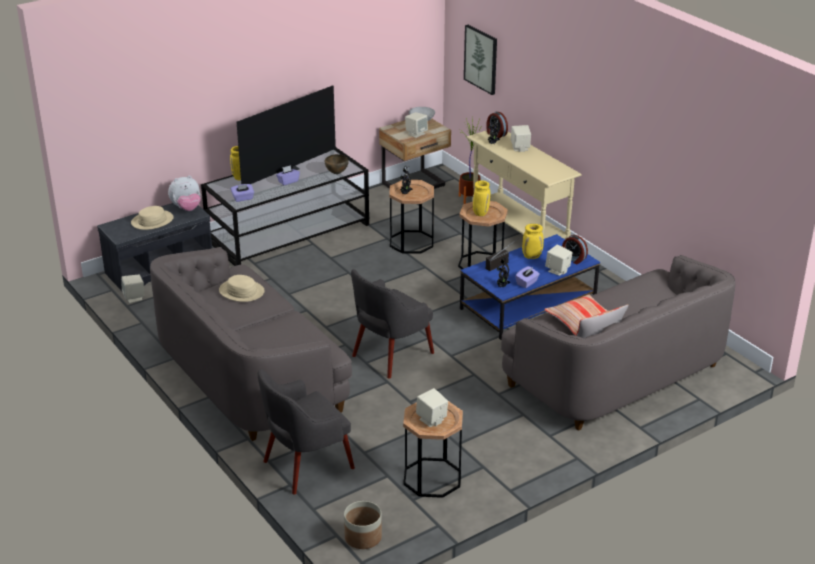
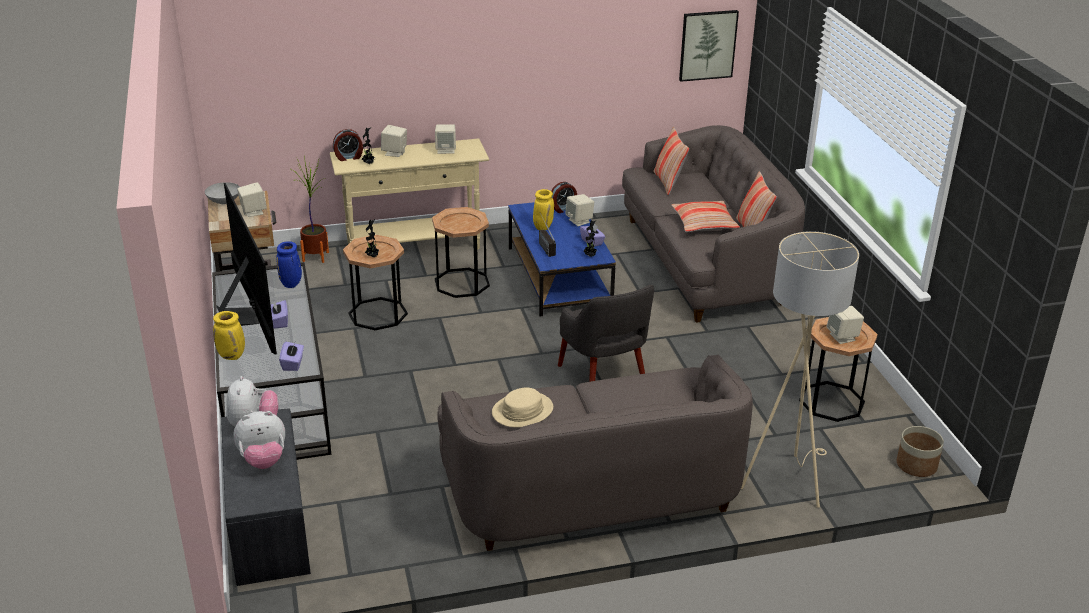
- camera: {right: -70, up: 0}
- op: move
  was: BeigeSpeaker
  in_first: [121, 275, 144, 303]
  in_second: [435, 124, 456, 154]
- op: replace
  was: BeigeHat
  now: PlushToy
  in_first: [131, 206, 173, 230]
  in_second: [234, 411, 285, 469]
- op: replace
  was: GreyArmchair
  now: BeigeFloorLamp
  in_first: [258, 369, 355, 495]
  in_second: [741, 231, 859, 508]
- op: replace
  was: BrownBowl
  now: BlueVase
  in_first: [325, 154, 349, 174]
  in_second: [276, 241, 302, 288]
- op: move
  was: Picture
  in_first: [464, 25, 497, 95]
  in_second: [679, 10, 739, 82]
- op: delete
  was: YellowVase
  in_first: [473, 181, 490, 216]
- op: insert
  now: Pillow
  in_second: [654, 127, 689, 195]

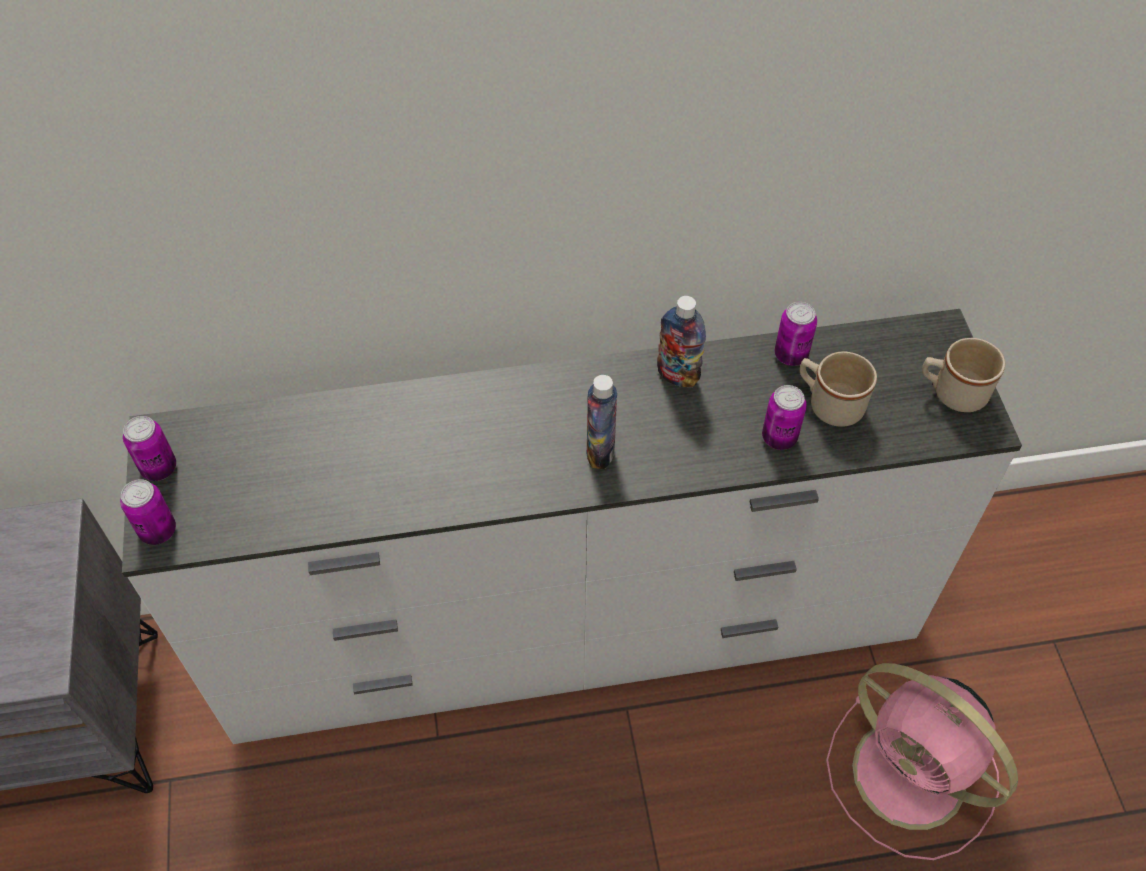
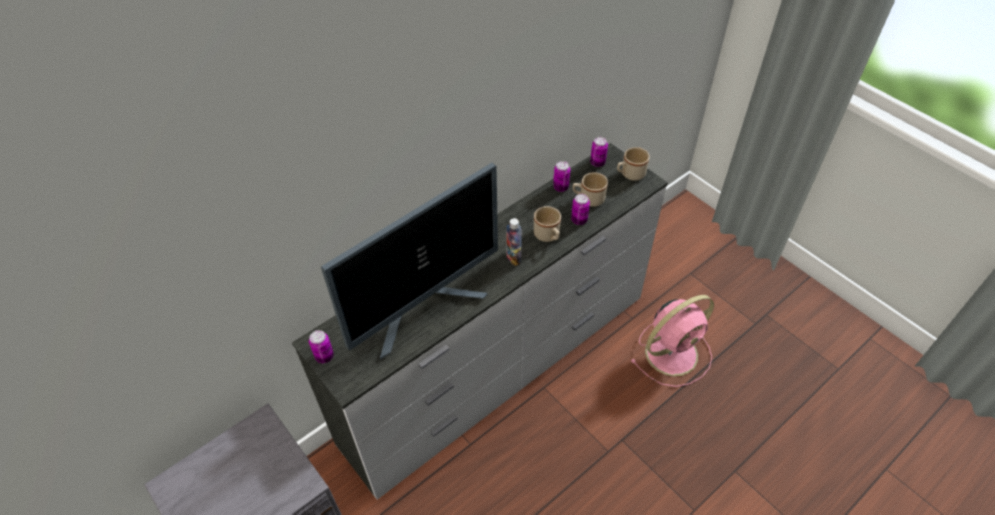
- camera: {right: -30, up: -5}
- op: move
  was: Can
  in_first: [120, 479, 176, 545]
  in_second: [590, 137, 608, 167]
- op: delete
  was: Bottle
  in_first: [657, 296, 706, 387]
- op: rotate
  was: PinkFan
  in_first: [826, 663, 1018, 860]
  in_second: [630, 295, 714, 387]
  clockwise: -45
- op: insert
  now: Monitor
  in_second: [321, 163, 498, 360]
- op: insert
  now: BeigeMug
  in_second: [534, 206, 561, 242]

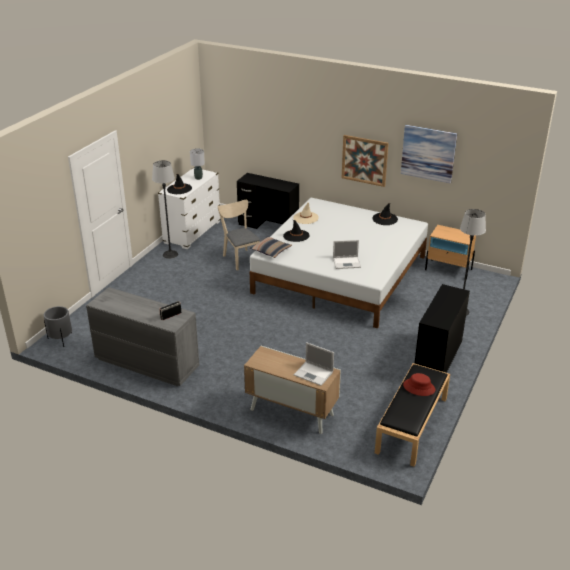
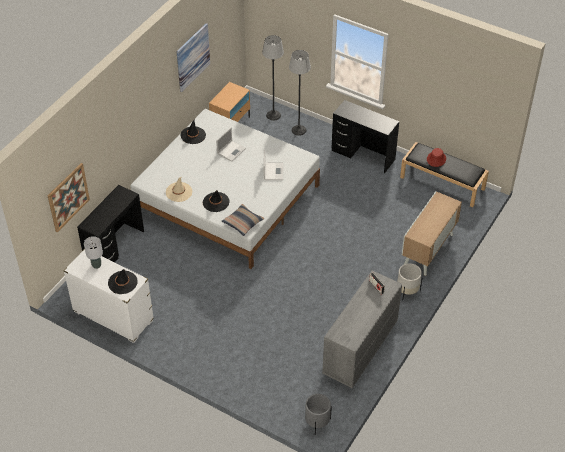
- camera: {right: -85, up: 15}
- op: move
  was: FloorLamp
  in_first: [152, 160, 178, 259]
  in_second: [262, 35, 284, 121]
- op: delete
  was: BeigeChair
  in_first: [218, 200, 260, 270]
- op: move
  was: Laptop
  in_first: [294, 342, 334, 386]
  in_second: [216, 127, 246, 162]
- op: move
  was: Picture
  in_first: [342, 135, 389, 187]
  in_second: [48, 163, 90, 232]
- op: insert
  now: WhitePlanter
  in_second: [397, 263, 423, 301]

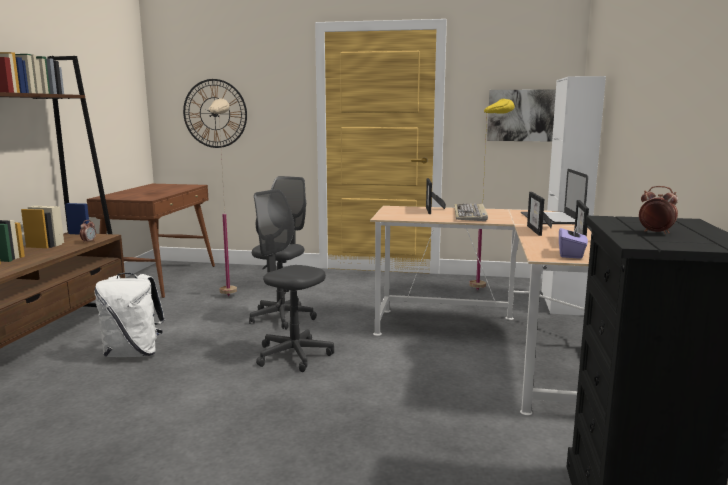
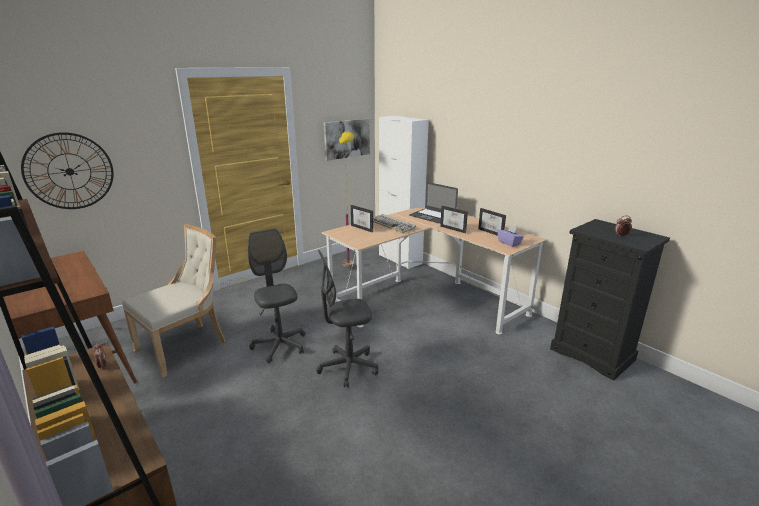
- camera: {right: -50, up: 10}
- op: delete
  was: WhiteBackpack
  in_first: [95, 273, 165, 357]
- op: replace
  was: BeigeFloorLamp
  now: BeigeChair
  in_first: [209, 98, 237, 296]
  in_second: [122, 224, 225, 378]

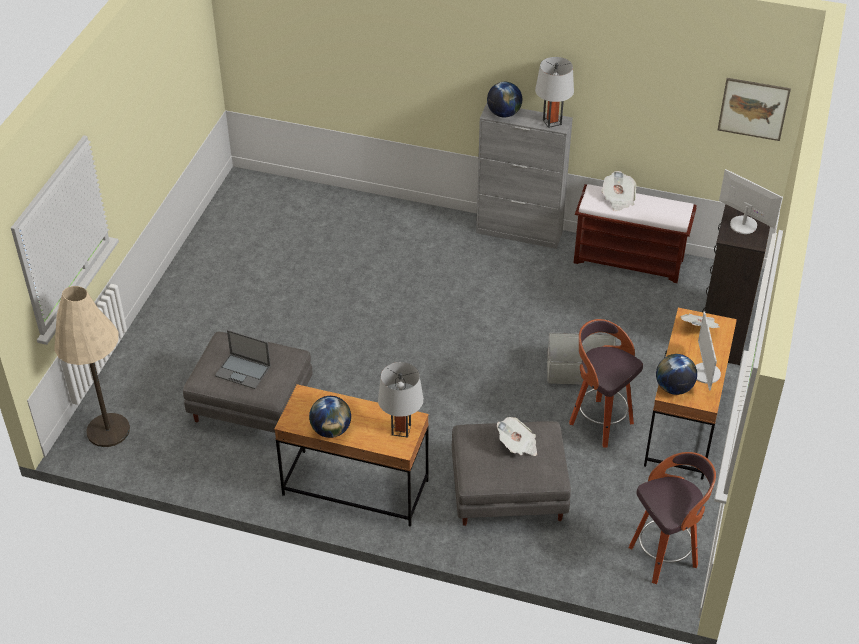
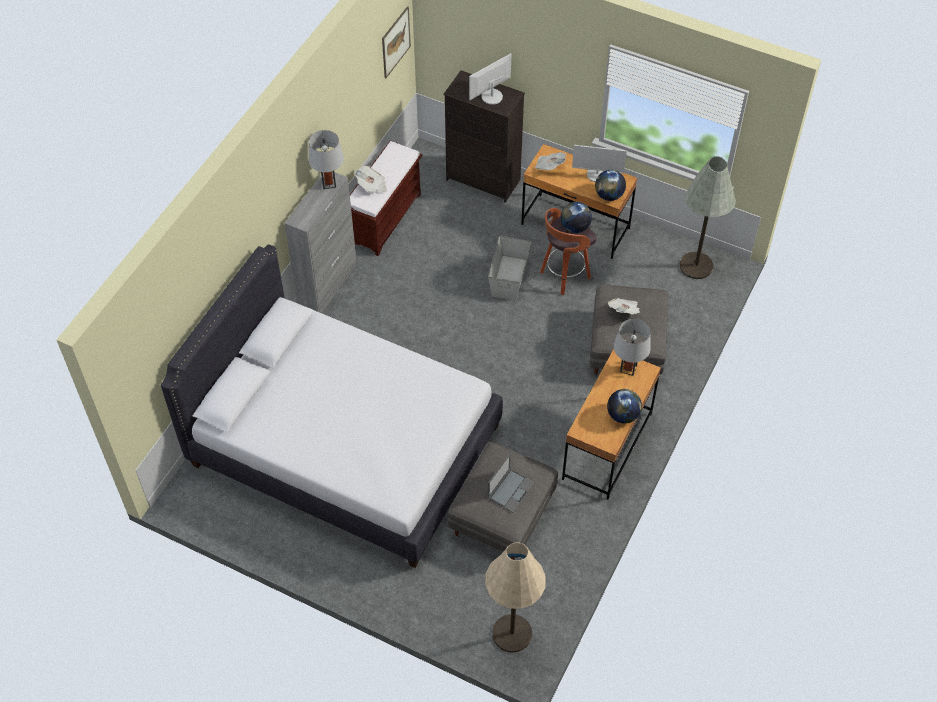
- camera: {right: -80, up: 10}
- op: move
  was: Globe
  in_first: [487, 82, 522, 118]
  in_second: [561, 202, 592, 233]
- op: replace
  was: Stool
  now: GreyFloorLamp
  in_first: [629, 452, 716, 584]
  in_second: [680, 156, 736, 279]
- op: insert
  now: WhiteBed
  in_second: [161, 244, 503, 568]

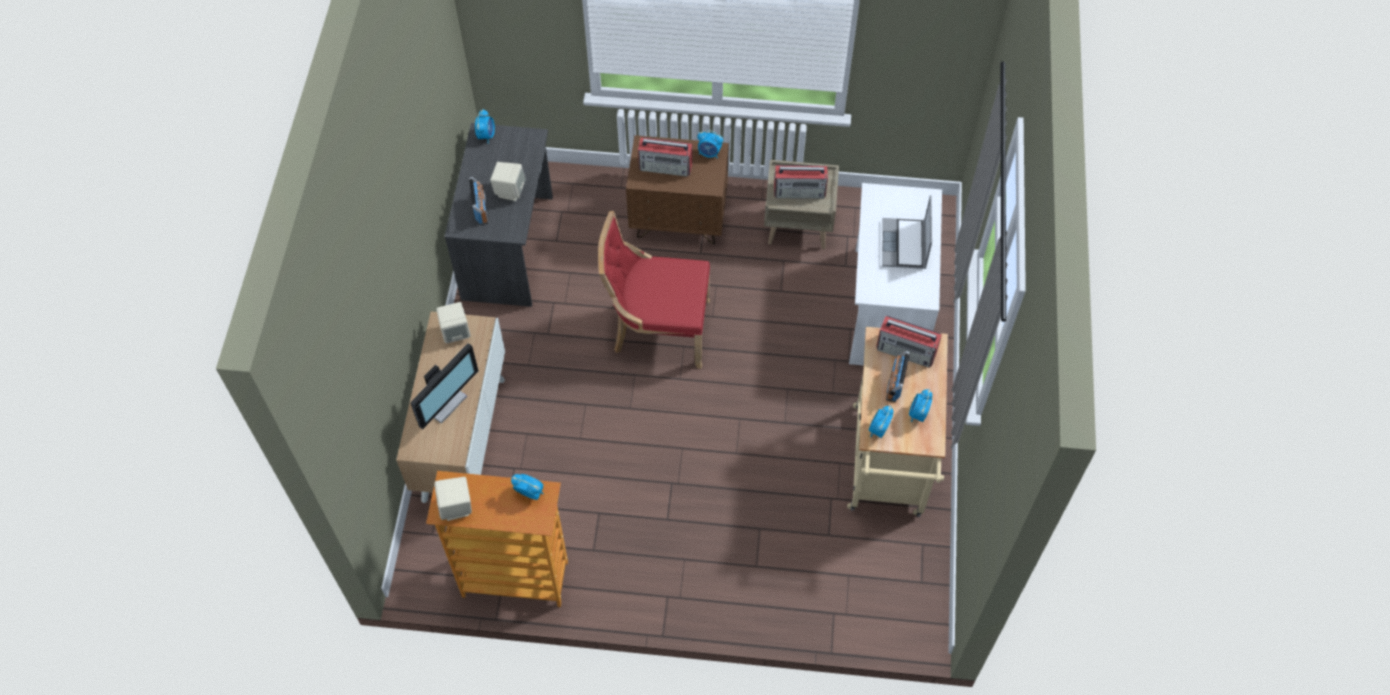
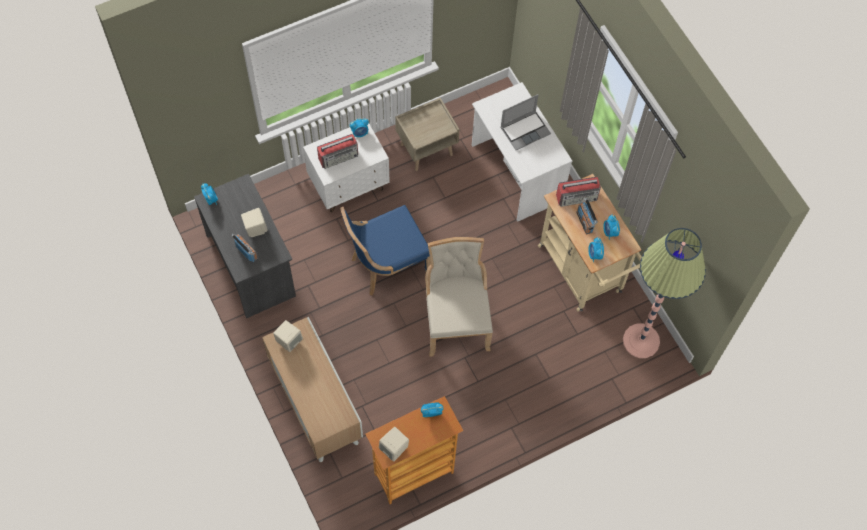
- camera: {right: -35, up: 5}
- op: delete
  was: Monitor
  in_first: [410, 343, 478, 429]
- op: recolor
  was: RedChair
  now: BlueChair
  in_first: [598, 211, 710, 369]
  in_second: [340, 205, 431, 295]
- op: recolor
  was: BrownNightstand
  now: WhiteNightstand
  in_first: [626, 135, 729, 244]
  in_second: [303, 124, 390, 212]
- op: delete
  was: Radio
  in_first: [774, 165, 828, 199]
- op: rotate
  was: Laptop
  in_first: [882, 195, 932, 269]
  in_second: [500, 94, 551, 150]
  clockwise: -90
- op: insert
  now: BeigeChair
  in_second: [425, 237, 493, 357]
- op: insert
  now: FloorLamp
  in_second: [623, 228, 706, 358]

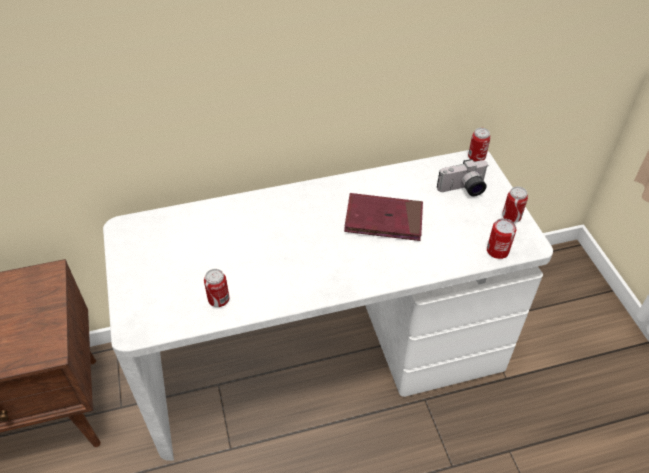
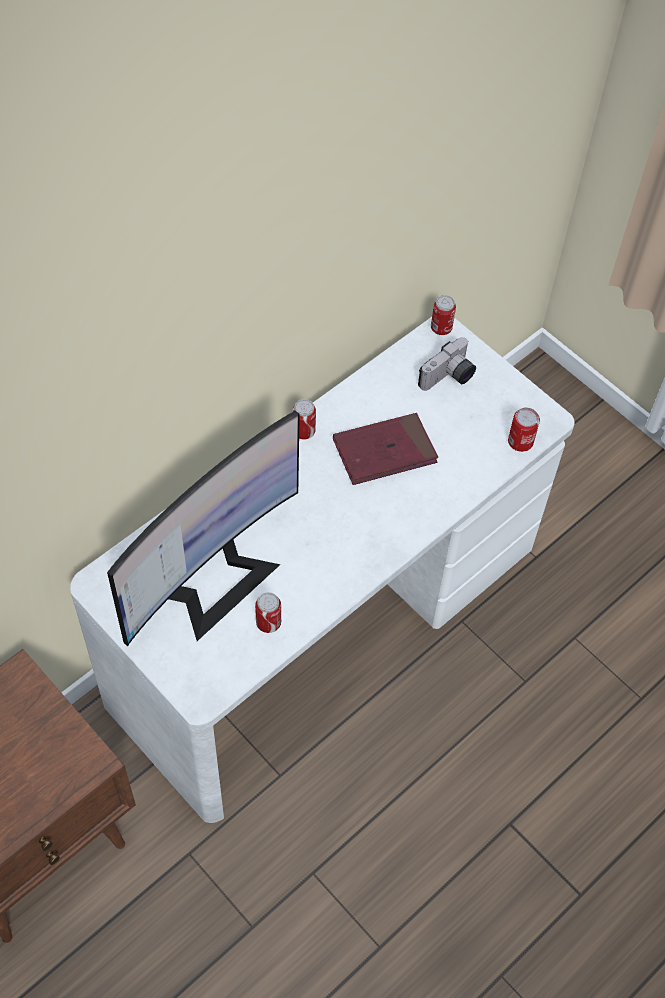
- camera: {right: -30, up: 10}
- op: move
  was: Can
  in_first: [502, 186, 528, 223]
  in_second: [292, 399, 316, 439]
- op: insert
  now: Monitor
  in_second: [107, 411, 300, 647]

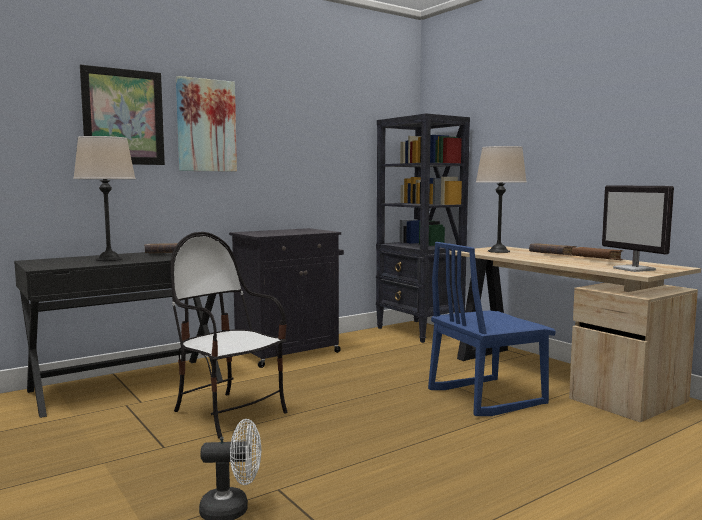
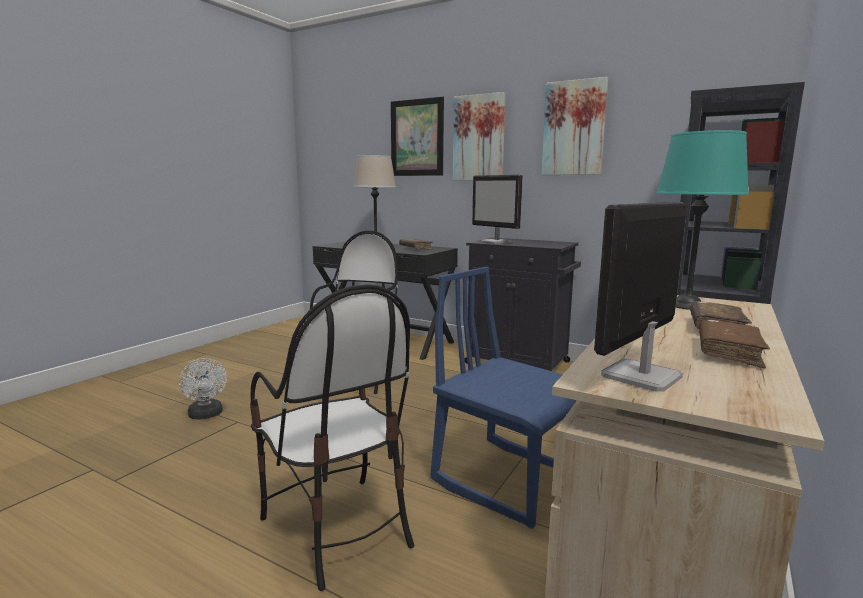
- camera: {right: 65, up: 5}
- op: recolor
  was: BeigeTableLamp
  now: TurquoiseTableLamp
  in_first: [476, 146, 527, 253]
  in_second: [656, 130, 749, 310]
- op: insert
  now: Chair
  in_second: [250, 284, 414, 591]
- op: insert
  now: Monitor
  in_second: [472, 175, 523, 244]
- op: insert
  now: Picture
  in_second: [541, 77, 608, 175]

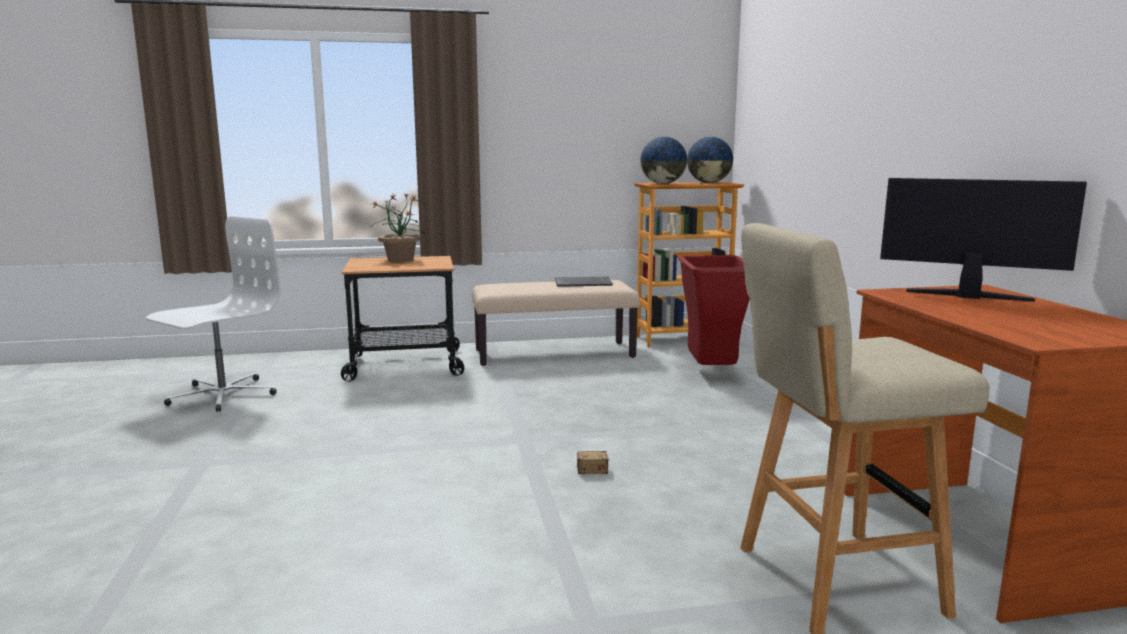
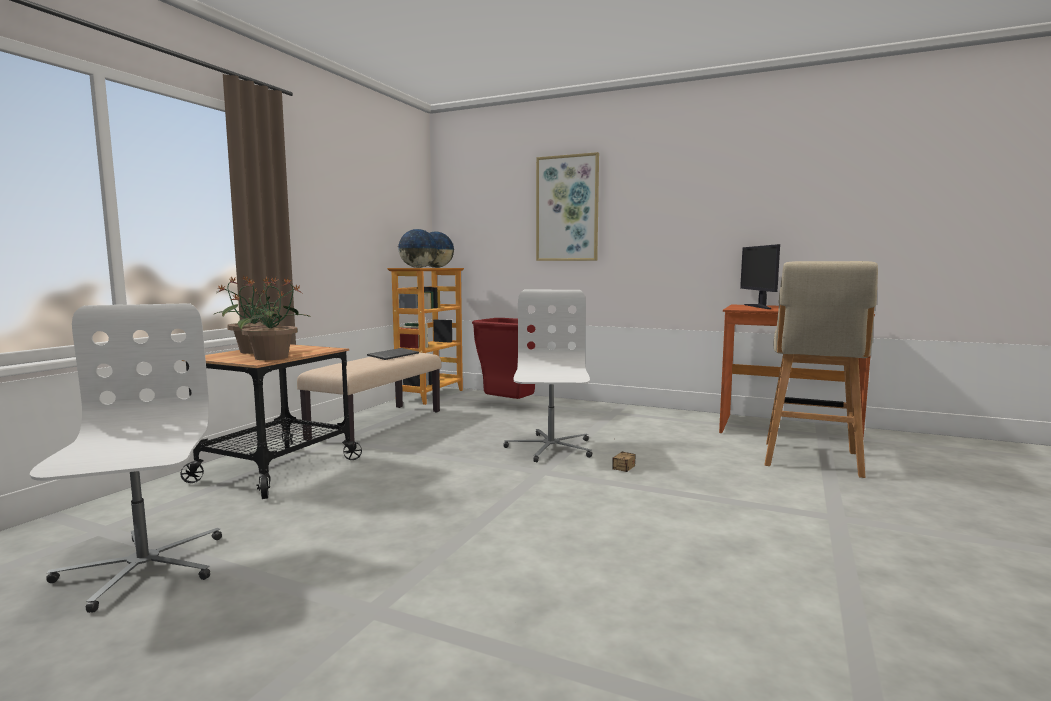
- camera: {right: -55, up: -5}
- op: rotate
  was: Monitor
  in_first: [880, 178, 1087, 302]
  in_second: [740, 244, 780, 309]
  clockwise: -60
- op: insert
  now: PottedPlant
  in_second: [229, 277, 310, 360]
- op: insert
  now: WhiteOfficeChair
  in_second: [503, 290, 592, 462]
- op: insert
  now: Picture
  in_second: [536, 152, 599, 261]

